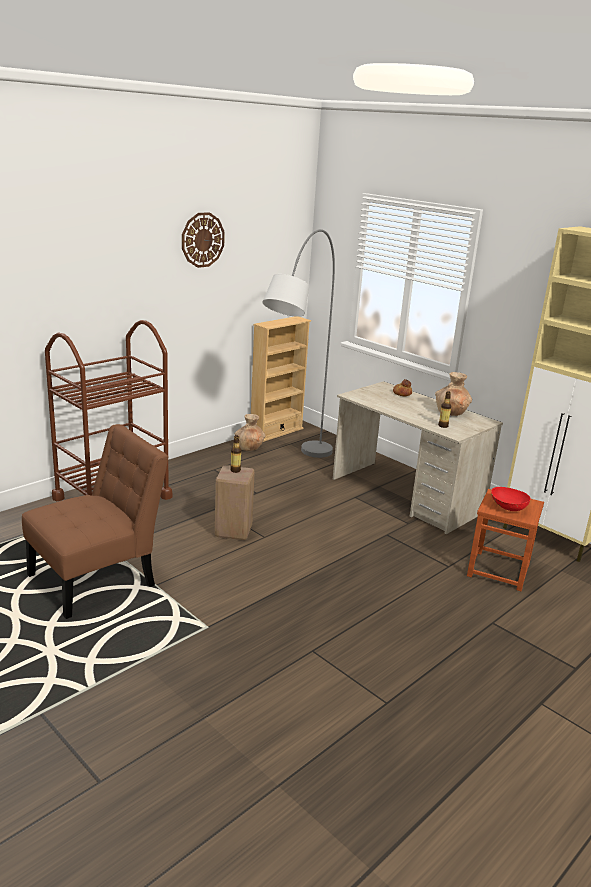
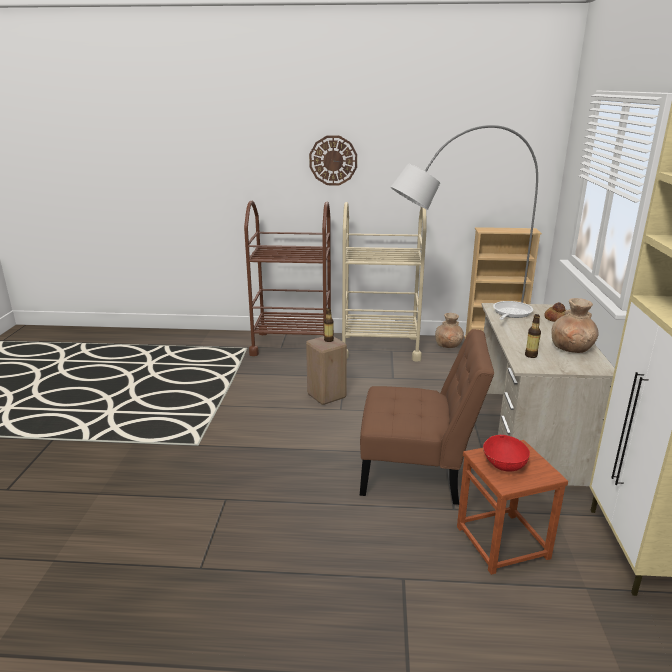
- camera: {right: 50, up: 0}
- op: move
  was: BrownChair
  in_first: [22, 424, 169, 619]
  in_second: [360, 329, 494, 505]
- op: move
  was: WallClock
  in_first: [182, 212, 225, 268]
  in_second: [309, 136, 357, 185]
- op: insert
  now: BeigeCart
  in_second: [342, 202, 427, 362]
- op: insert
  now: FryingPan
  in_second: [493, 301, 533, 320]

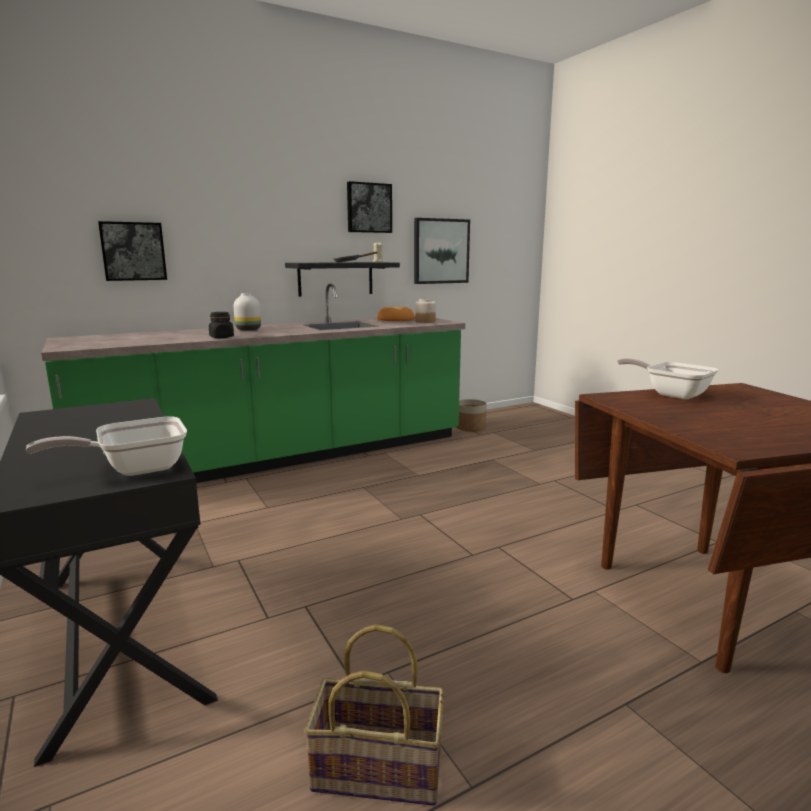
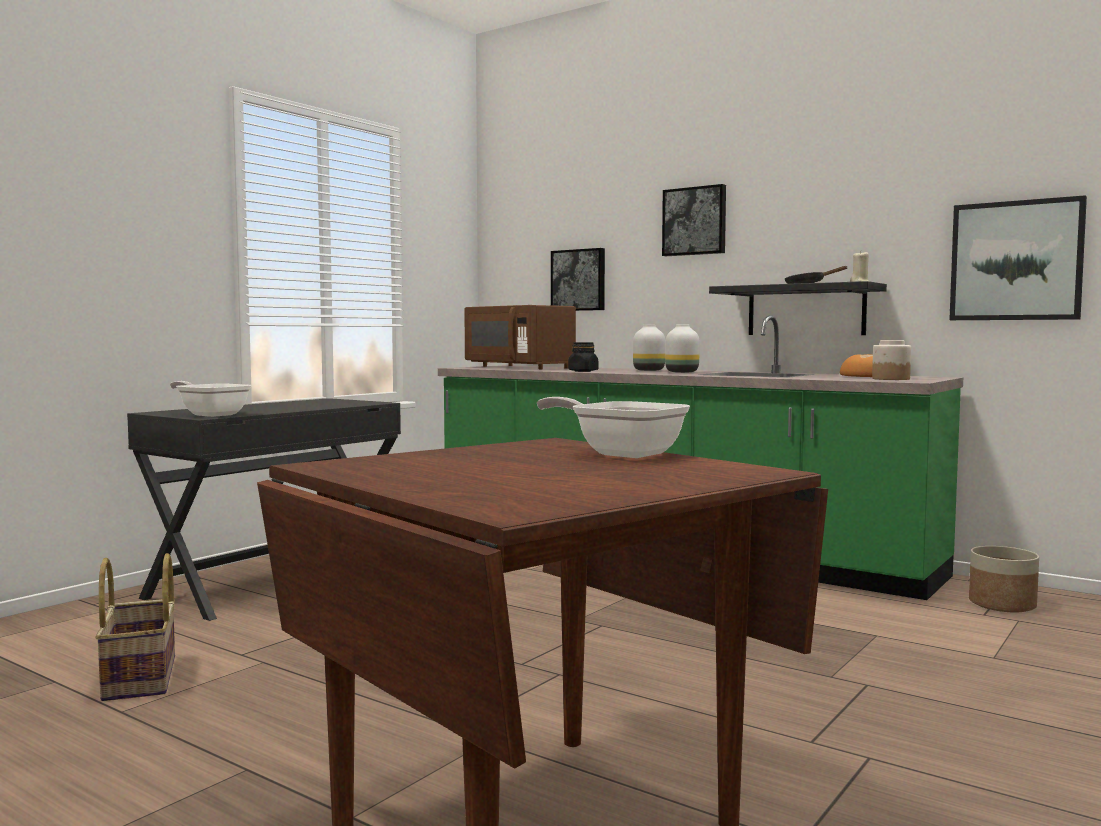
- camera: {right: 65, up: -10}
- op: move
  was: Picture
  in_first: [347, 181, 392, 233]
  in_second: [662, 184, 726, 256]
- op: rotate
  was: FryingPan
  in_first: [617, 358, 718, 399]
  in_second: [537, 397, 690, 458]
  clockwise: -75
- op: insert
  now: BrownMicrowave
  in_second: [464, 305, 576, 369]
- op: insert
  now: WhiteVase
  in_second: [665, 324, 700, 373]

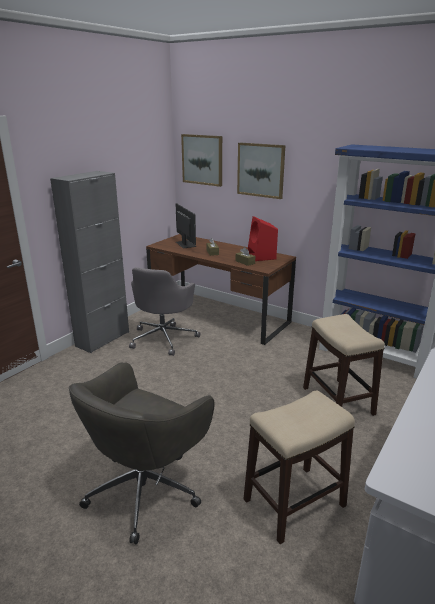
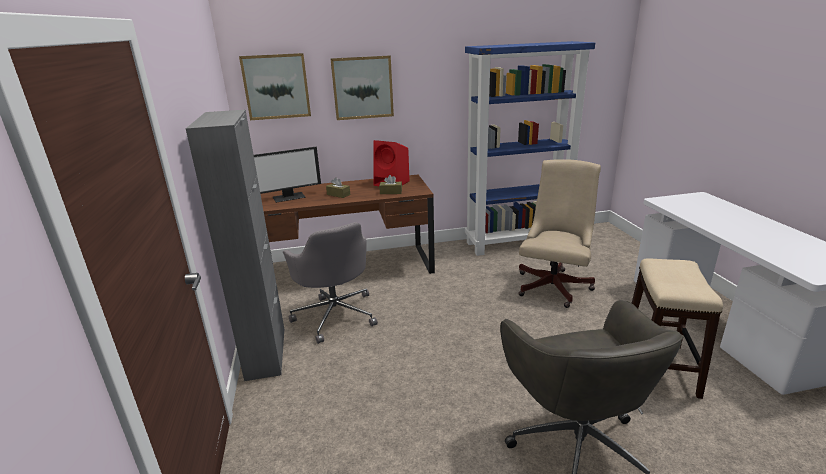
- camera: {right: -45, up: 0}
- op: rotate
  was: Monitor
  in_first: [175, 203, 196, 249]
  in_second: [254, 147, 321, 203]
  clockwise: 135
- op: replace
  was: Stool
  now: BeigeOfficeChair
  in_first: [303, 314, 385, 416]
  in_second: [519, 159, 601, 308]

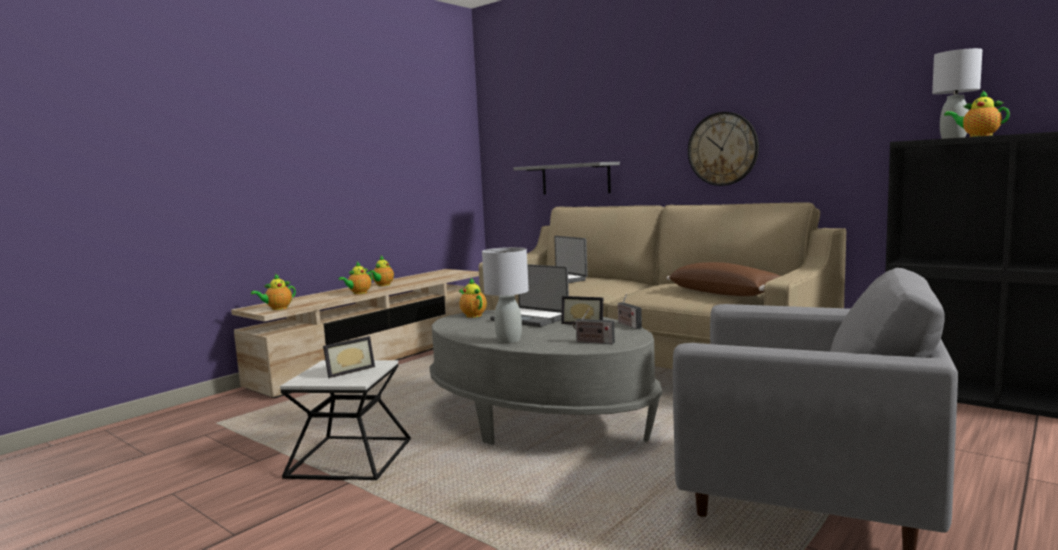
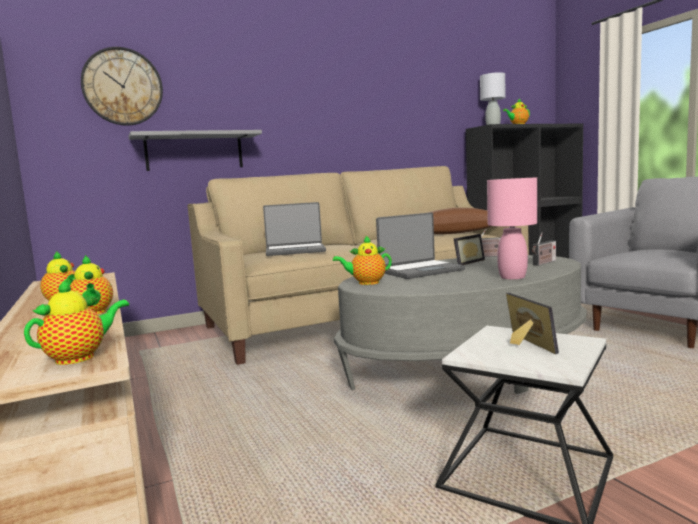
- camera: {right: -65, up: 0}
- op: rotate
  was: Teapot
  in_first: [251, 274, 296, 310]
  in_second: [24, 279, 129, 365]
  clockwise: -120
- op: recolor
  was: GreyTableLamp
  now: PinkTableLamp
  in_first: [482, 247, 529, 344]
  in_second: [487, 177, 537, 280]
- op: move
  was: WallClock
  in_first: [688, 112, 759, 186]
  in_second: [81, 47, 163, 126]

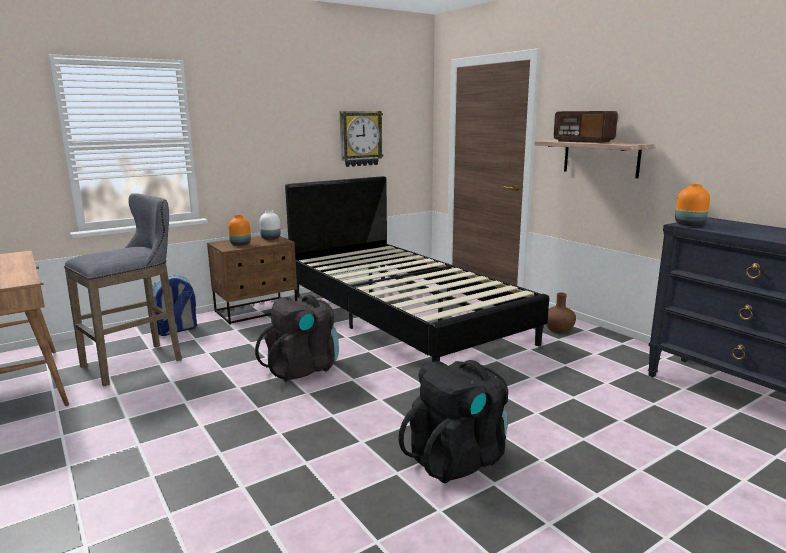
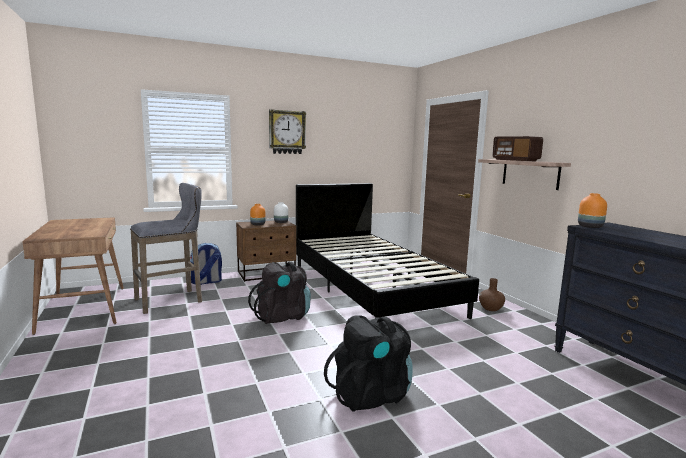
- camera: {right: 10, up: -5}
- op: move
  was: WallClock
  in_first: [340, 111, 384, 167]
  in_second: [269, 109, 306, 154]

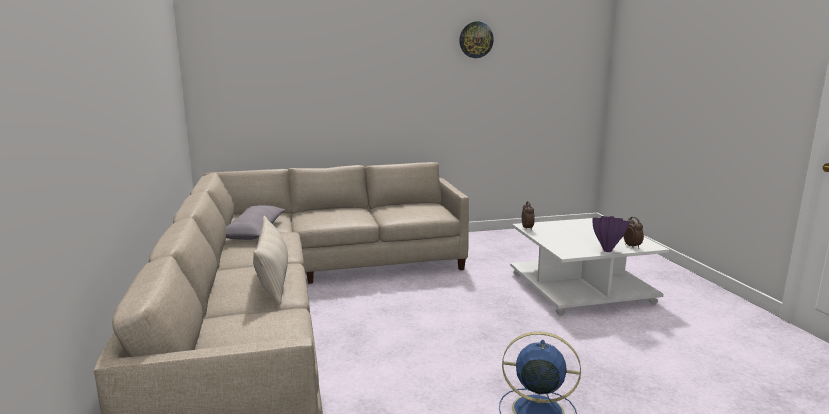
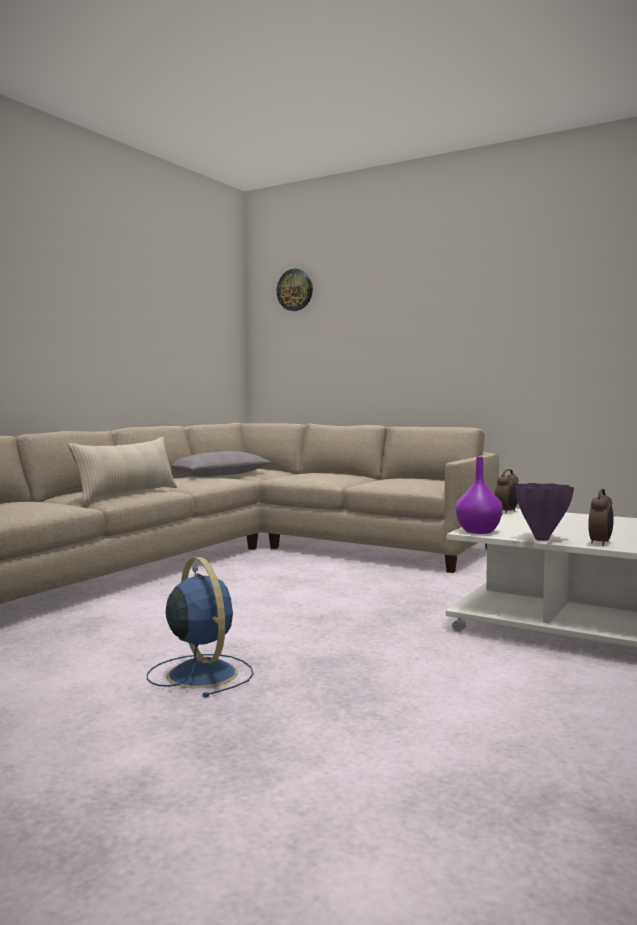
- camera: {right: 45, up: -10}
- op: move
  was: WallClock
  in_first: [459, 22, 494, 58]
  in_second: [276, 269, 313, 311]
- op: insert
  now: PurpleVase
  in_second: [455, 457, 503, 534]

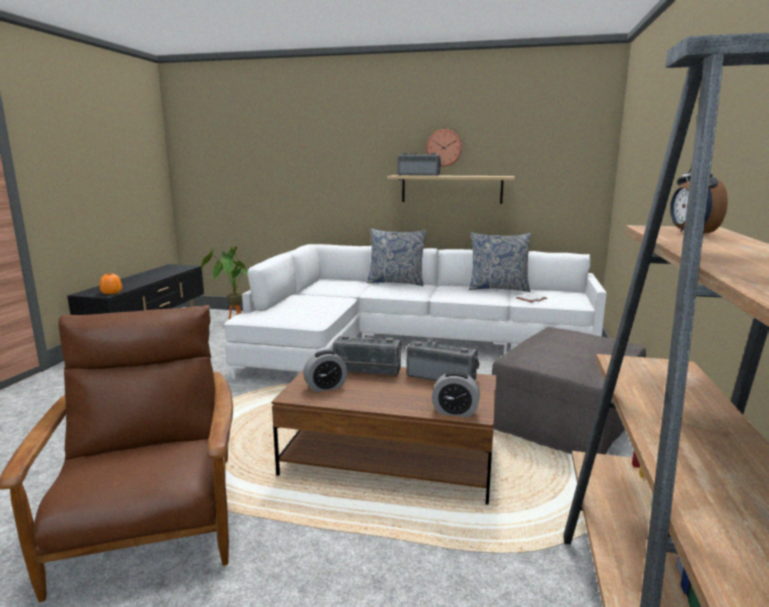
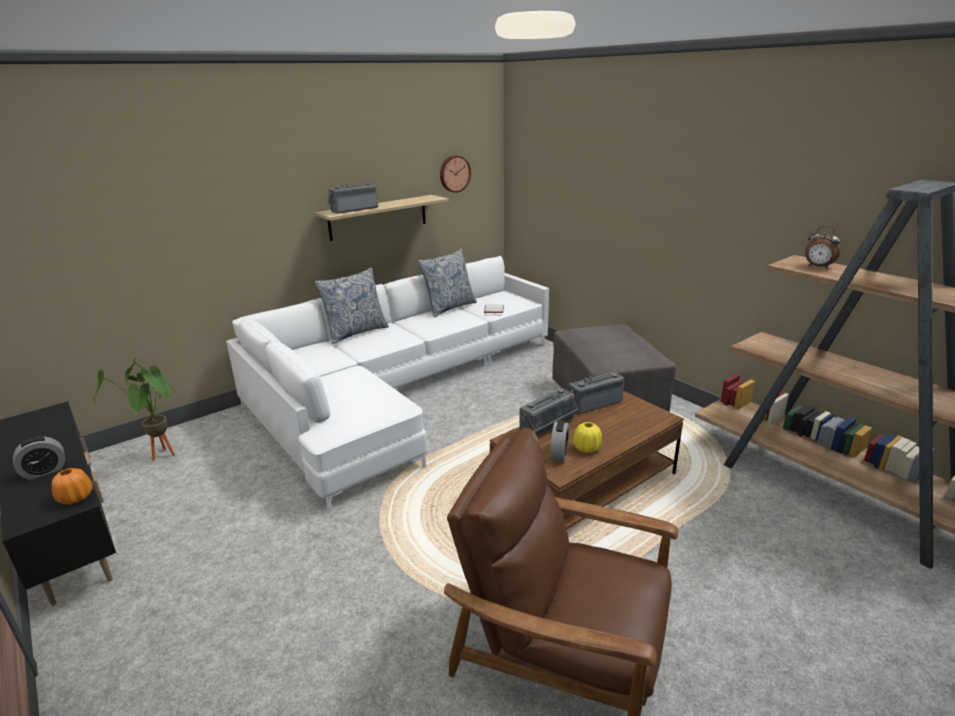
- camera: {right: -50, up: 10}
- op: move
  was: WallClock
  in_first: [426, 129, 462, 166]
  in_second: [440, 155, 471, 193]
- op: move
  was: AlarmClock
  in_first: [432, 371, 480, 417]
  in_second: [13, 437, 65, 480]
- op: insert
  now: YellowVase
  in_second: [573, 422, 602, 453]

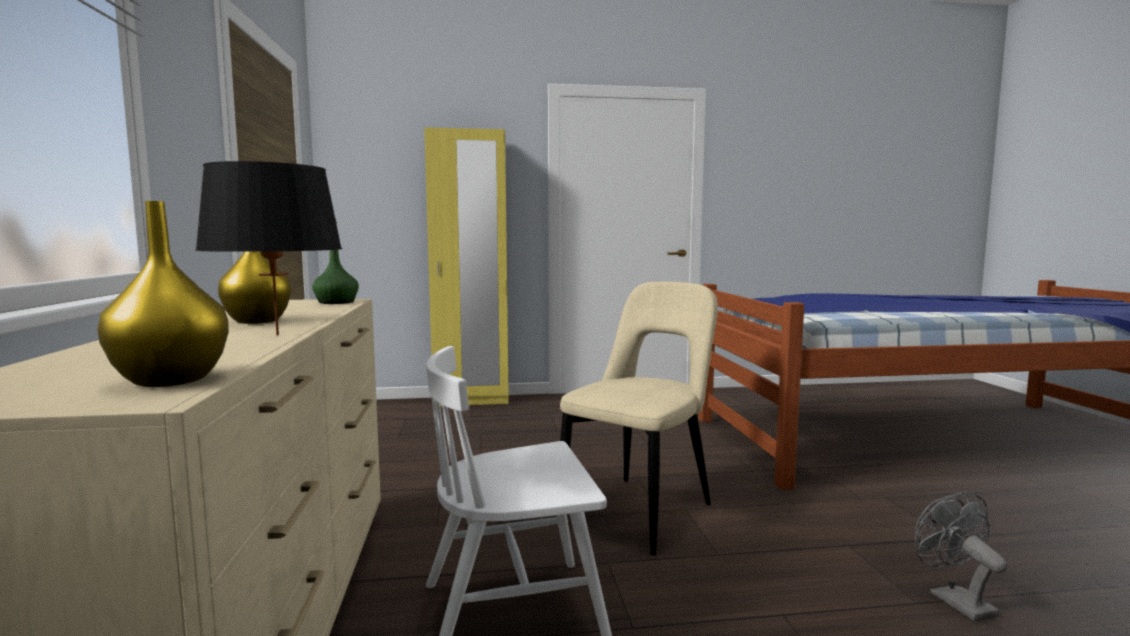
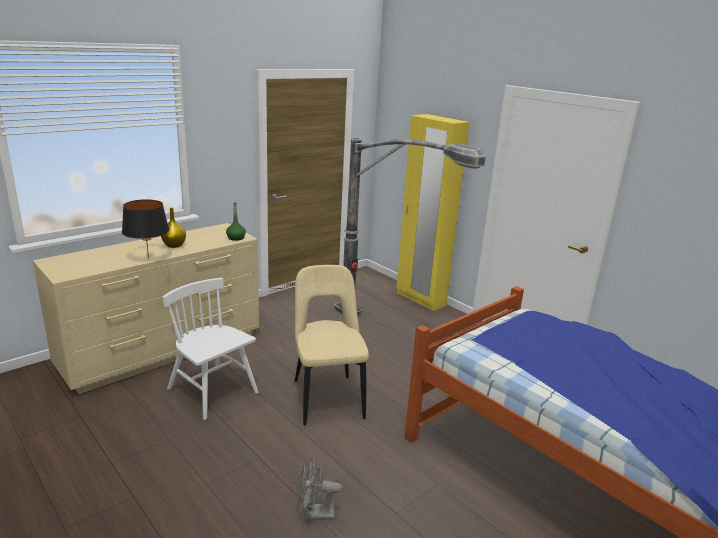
- camera: {right: 55, up: 15}
- op: delete
  was: YellowVase
  in_first: [98, 201, 229, 387]
- op: rotate
  was: BeigeChair
  in_first: [560, 282, 718, 555]
  in_second: [295, 265, 369, 425]
  clockwise: -105
- op: rotate
  was: GreyFan
  in_first: [915, 492, 1007, 622]
  in_second: [296, 458, 342, 520]
  clockwise: -135
- op: insert
  now: FloorLamp
  in_second: [334, 138, 486, 316]

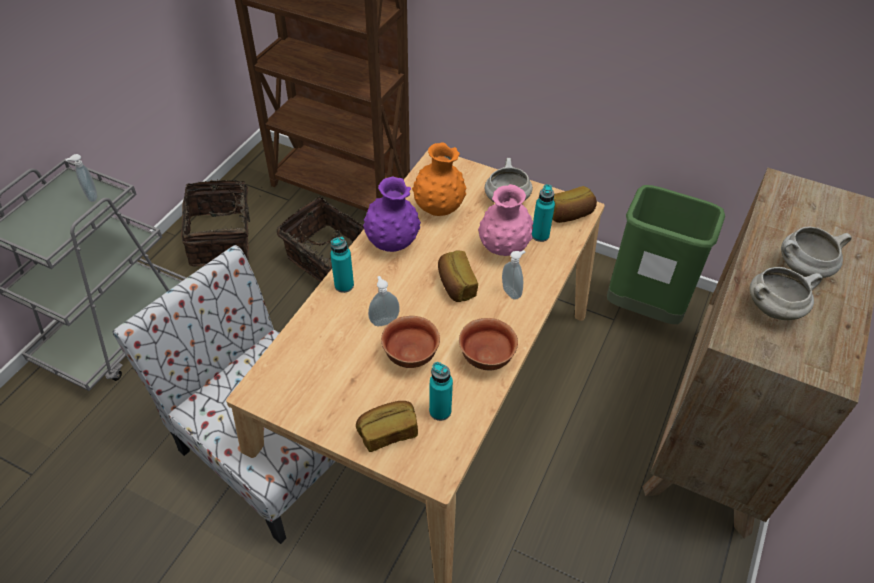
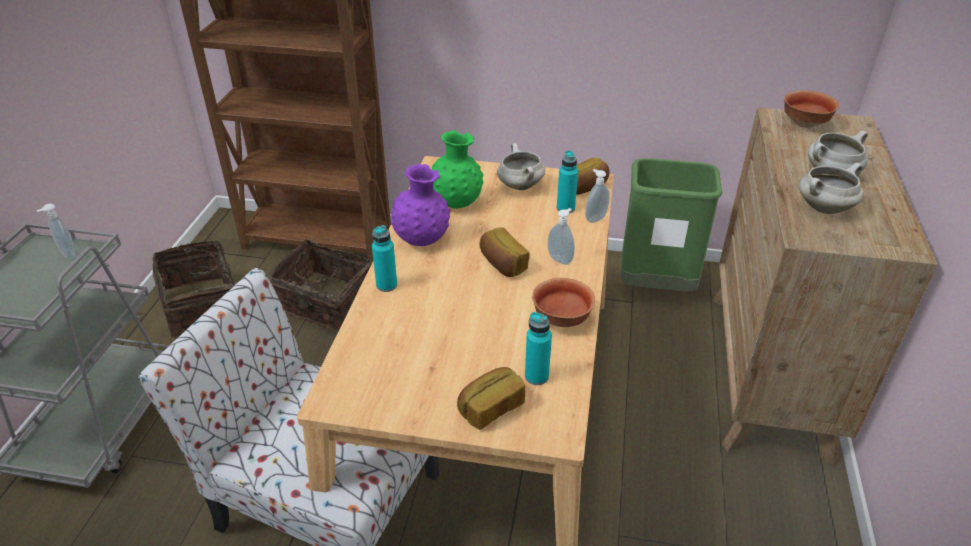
- camera: {right: -15, up: -10}
- op: move
  was: SoapDispenser
  in_first: [368, 276, 400, 326]
  in_second: [585, 169, 610, 223]
- op: move
  was: Bowl
  in_first: [381, 316, 440, 368]
  in_second: [784, 90, 839, 128]
- op: recolor
  was: OrangeVase
  now: GreenVase
  in_first: [412, 142, 466, 216]
  in_second: [432, 130, 483, 209]
- op: delete
  was: PinkVase
  in_first: [478, 184, 533, 256]

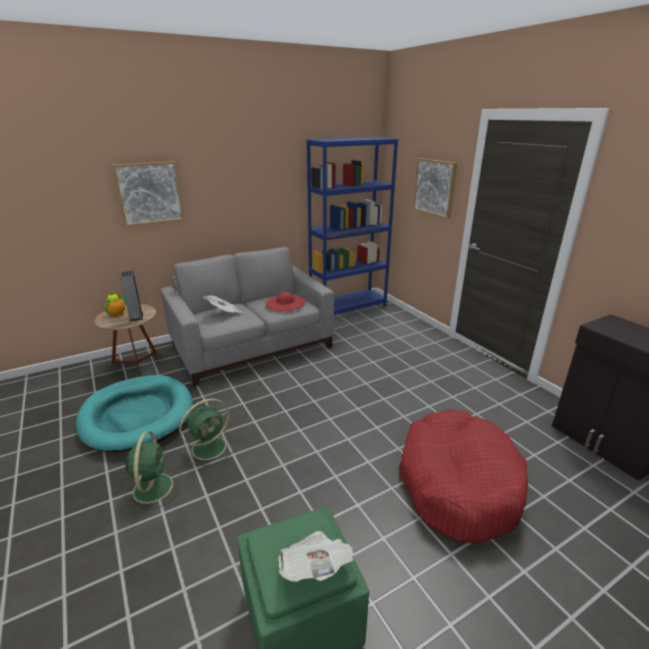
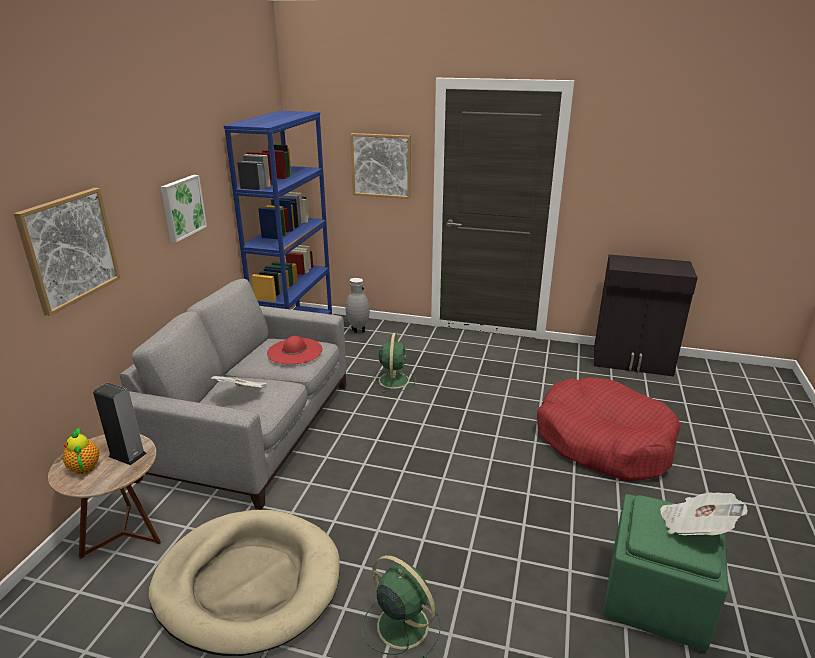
- camera: {right: -45, up: 0}
- op: recolor
  was: TurquoiseDogBed
  now: BeigeDogBed
  in_first: [76, 375, 193, 452]
  in_second: [149, 510, 340, 656]
- op: move
  was: GreenFan
  in_first: [179, 399, 235, 466]
  in_second: [372, 333, 416, 393]
- op: insert
  now: Picture
  in_second: [161, 175, 207, 242]
- op: insert
  now: GreyVase
  in_second: [345, 278, 370, 333]

